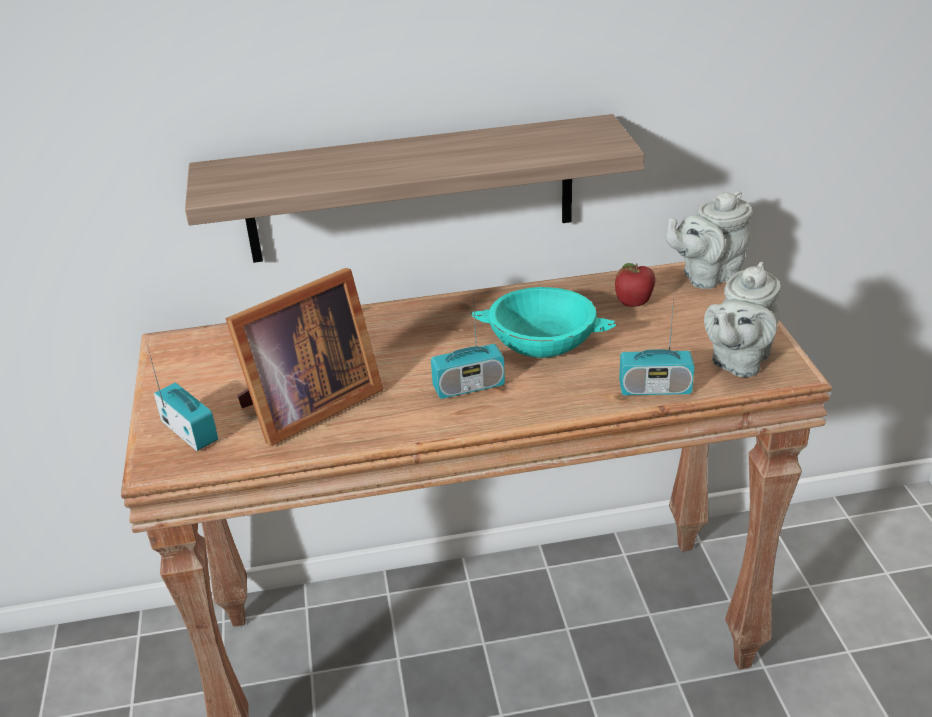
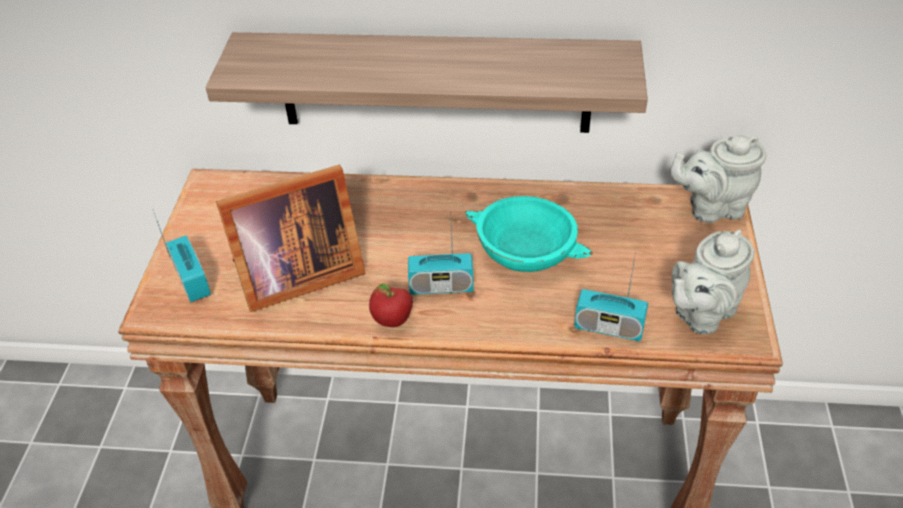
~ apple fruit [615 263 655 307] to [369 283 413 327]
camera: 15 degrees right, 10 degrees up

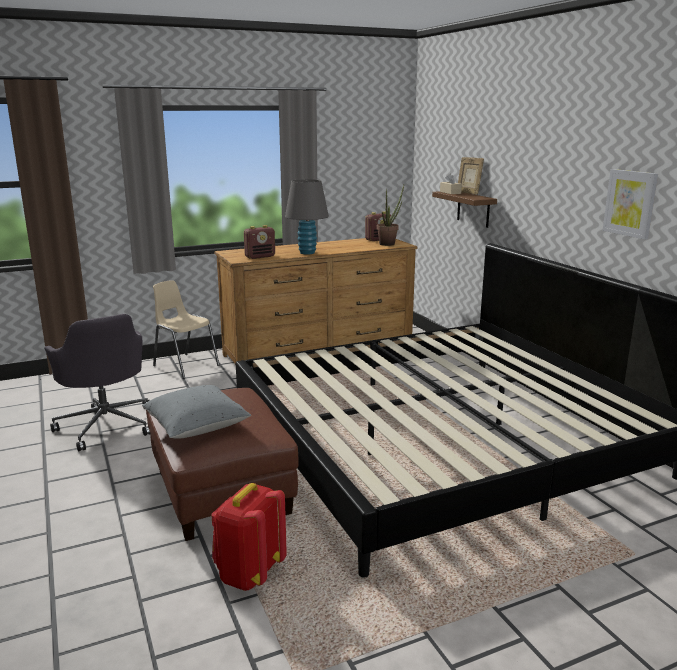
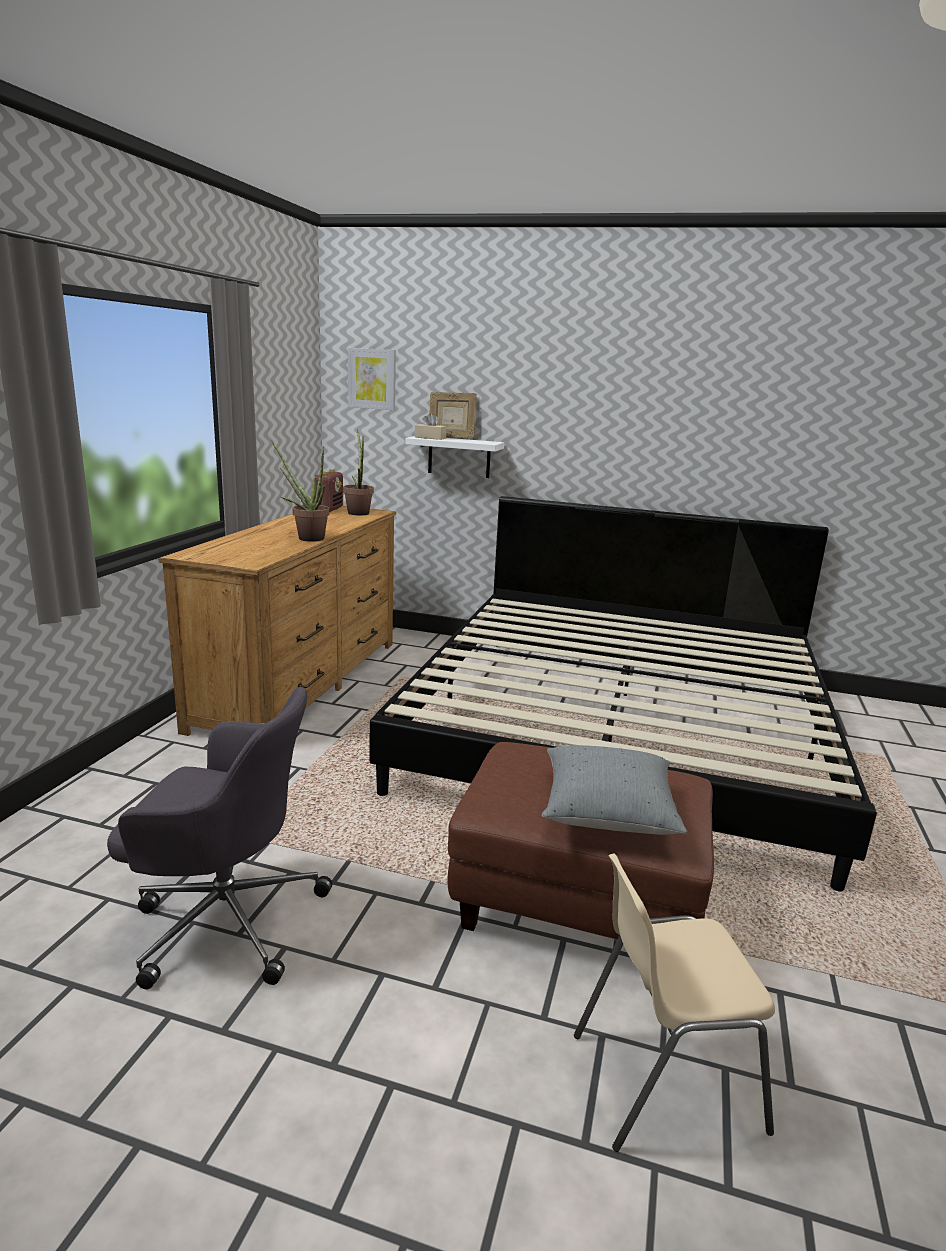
- reddish rucksack [211 483 287 591]
- radio receiver [244 225 275 259]
~ beige-coloured upright chair [153 280 220 379] to [574 853 775 1152]
~ picture [603 169 658 239] to [348 348 396 410]
~ greyish tabletop lamp [285 179 329 255] to plant in a pot [271 440 329 542]
~ brown bracket shelf [432 191 497 228] to white-coloured bracket shelf [405 436 504 478]
camera: 50 degrees left, 0 degrees up

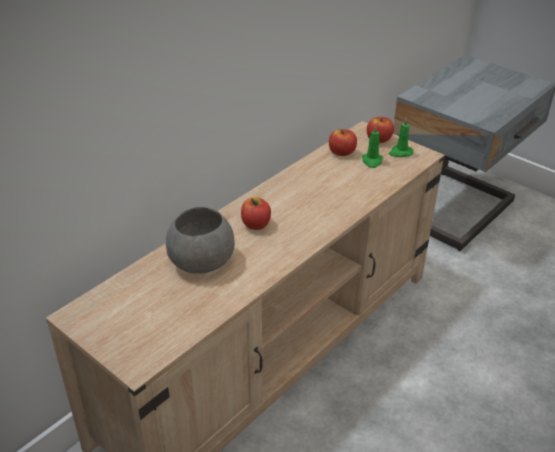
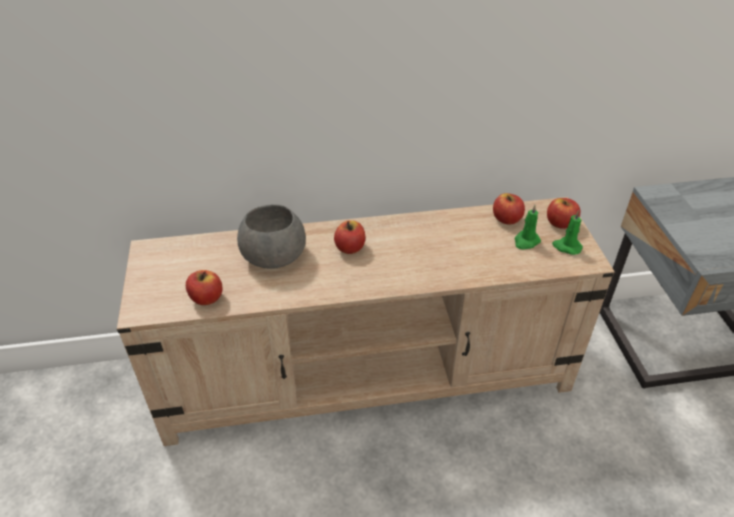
+ apple fruit [186 270 222 305]
camera: 40 degrees right, 5 degrees up

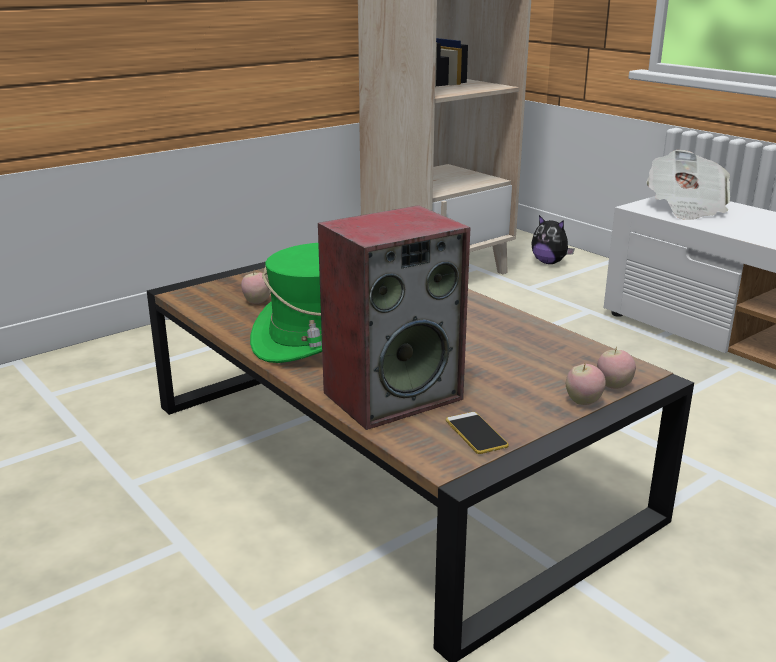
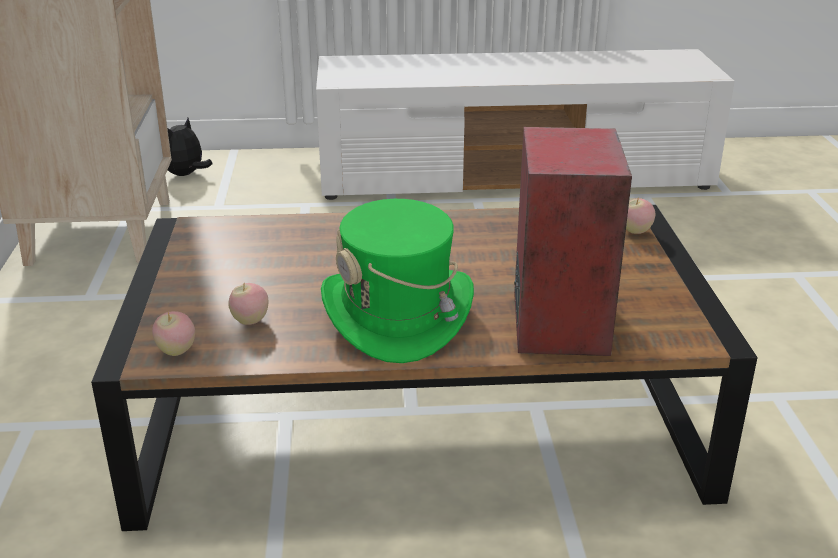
- handset [446 412 509 454]
- daily paper [647 150 730 220]
~ apple fruit [566 364 606 405] to [152 311 195 356]
~ cuddly toy [531 215 574 264] = [167 118 212 176] 135 degrees clockwise
camera: 55 degrees left, 5 degrees up

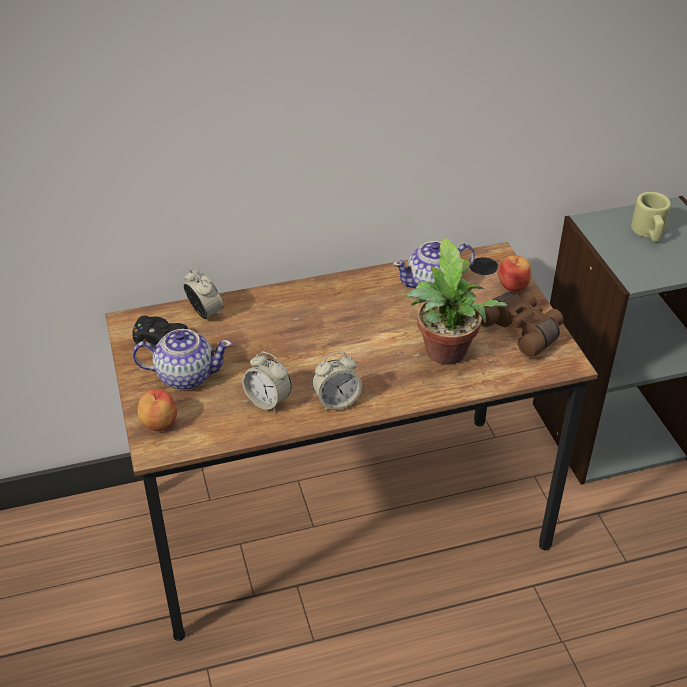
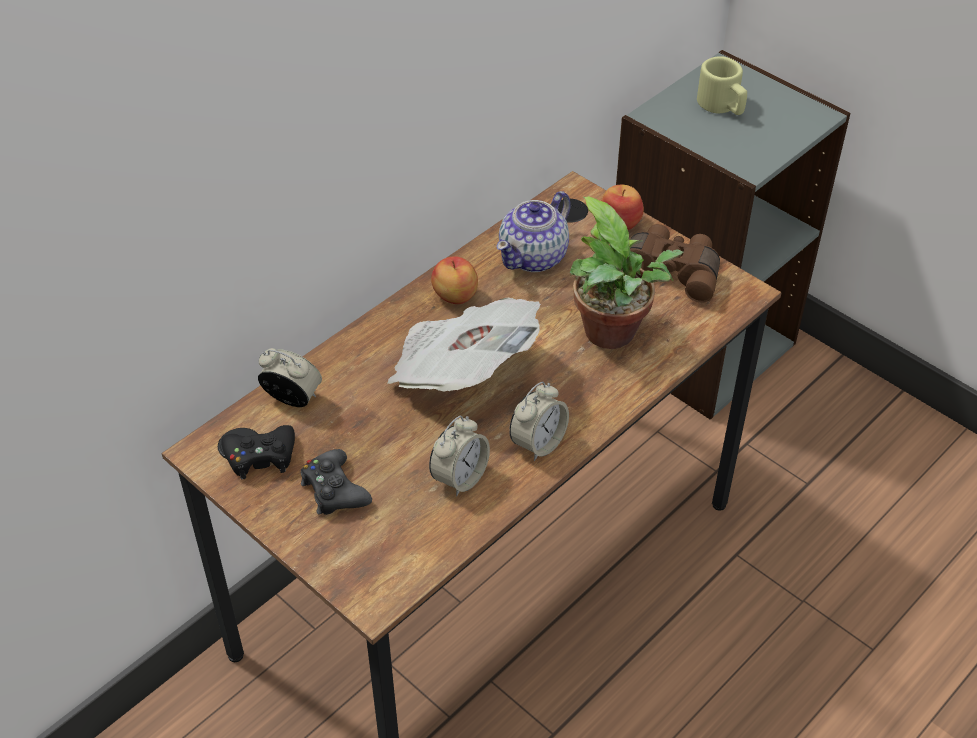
+ daily paper [387 298 541 392]
~ apple fruit [138 389 177 431] to [431 256 478 304]
~ teapot [132 329 232 390] to blackish game controller [301 449 372 515]
~ bedside clock [242 351 291 412] = [429 416 490 496] 60 degrees counterclockwise
camera: 30 degrees left, 5 degrees up

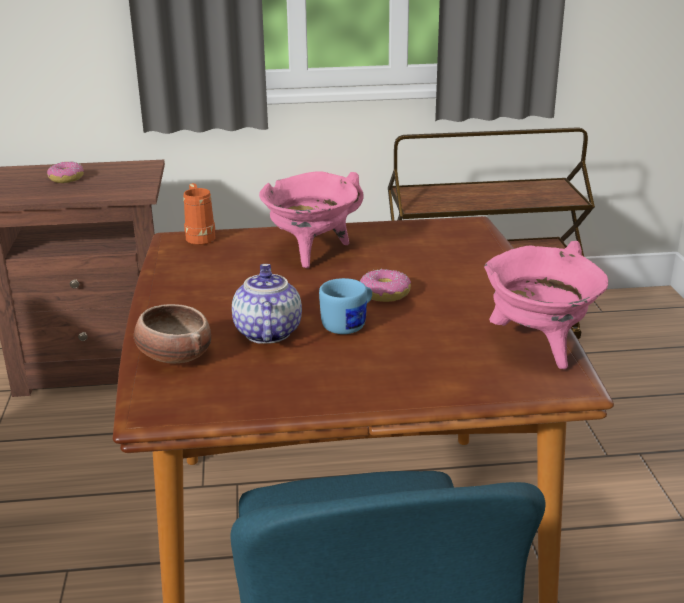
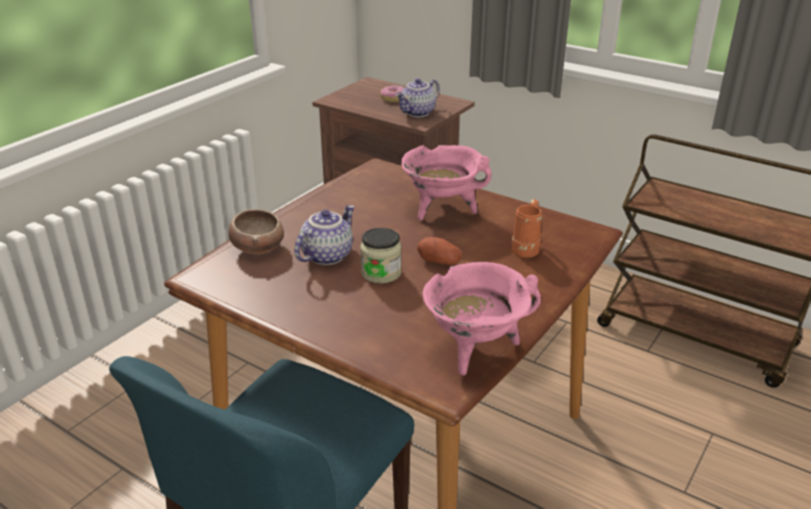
+ teapot [396 78 440 117]
~ orange-coloured tea mug [184 183 216 245] to [511 199 542 258]
~ blue-coloured tea mug [319 278 372 334] to jar [360 228 402 284]
~ donut [360 269 411 302] to whole potato [417 237 462 265]
camera: 40 degrees right, 5 degrees up

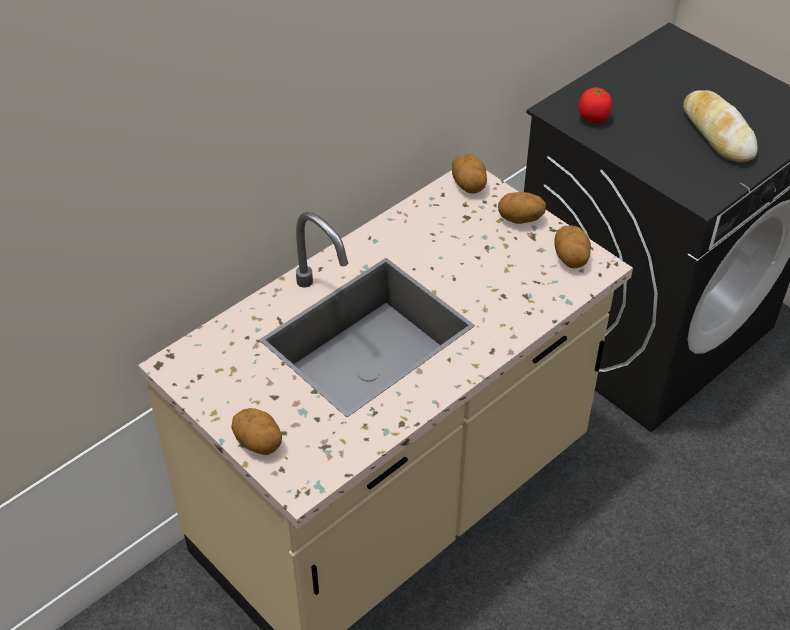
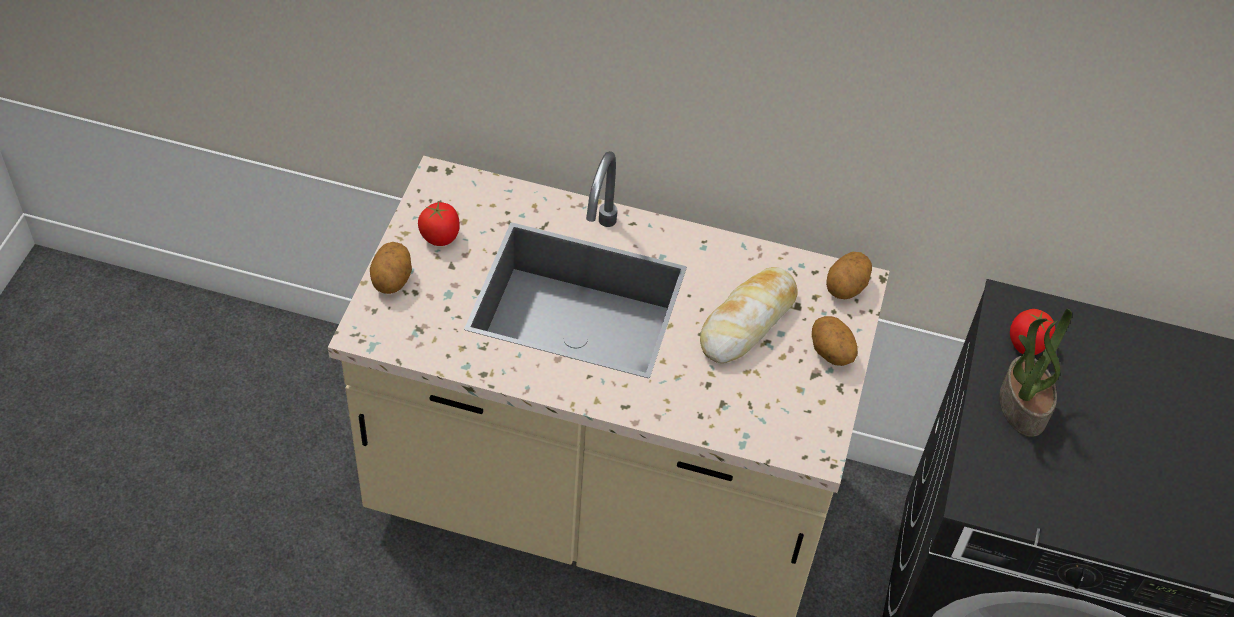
- whole potato [555 226 591 269]
+ whole tomato [418 202 460 246]
+ plant in a pot [1000 309 1072 437]
~ baked bread [683 90 758 163] to [700 267 798 363]
camera: 55 degrees right, 5 degrees up

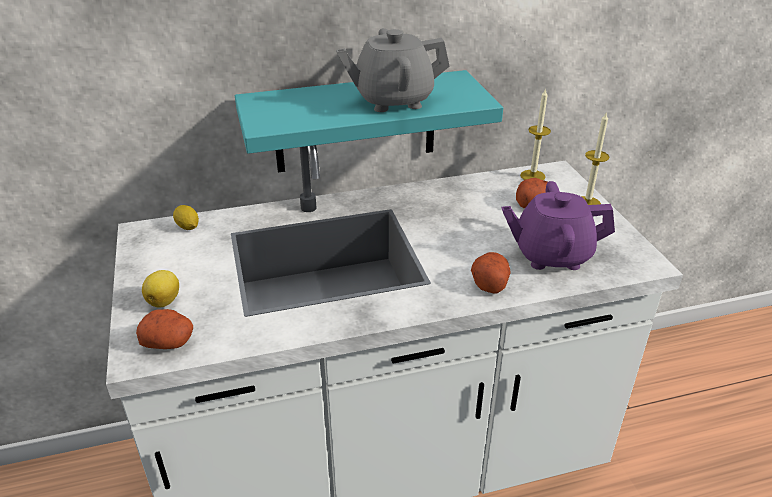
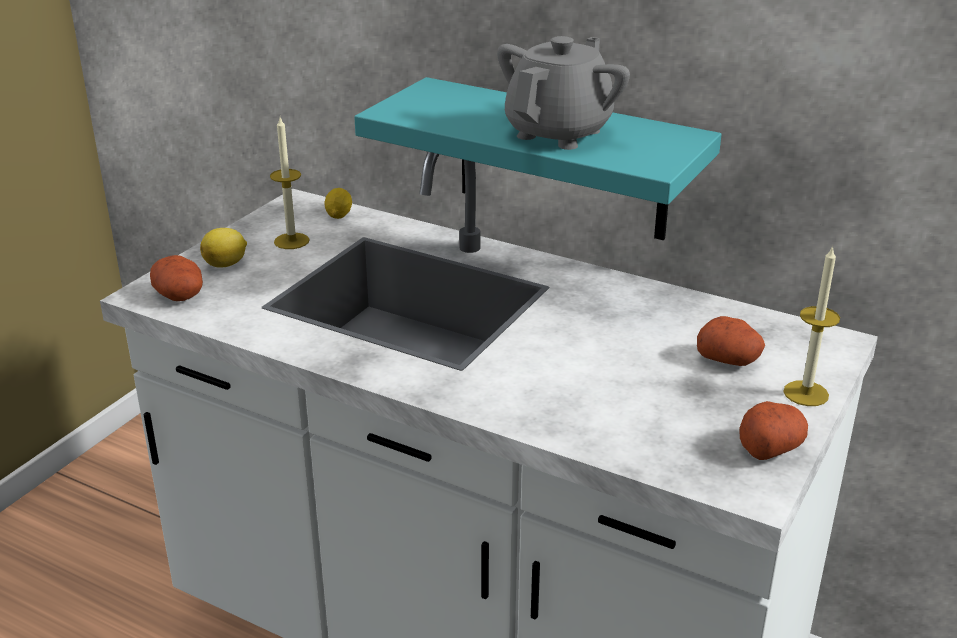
- purplish teapot [502 181 615 270]
~ whole potato [471 252 511 293] to [740 401 808 460]
~ wax light [520 88 551 180] to [270 117 310 249]
~ greyish teapot [336 28 450 112] = [497 36 630 150] 90 degrees clockwise
camera: 45 degrees right, 5 degrees down

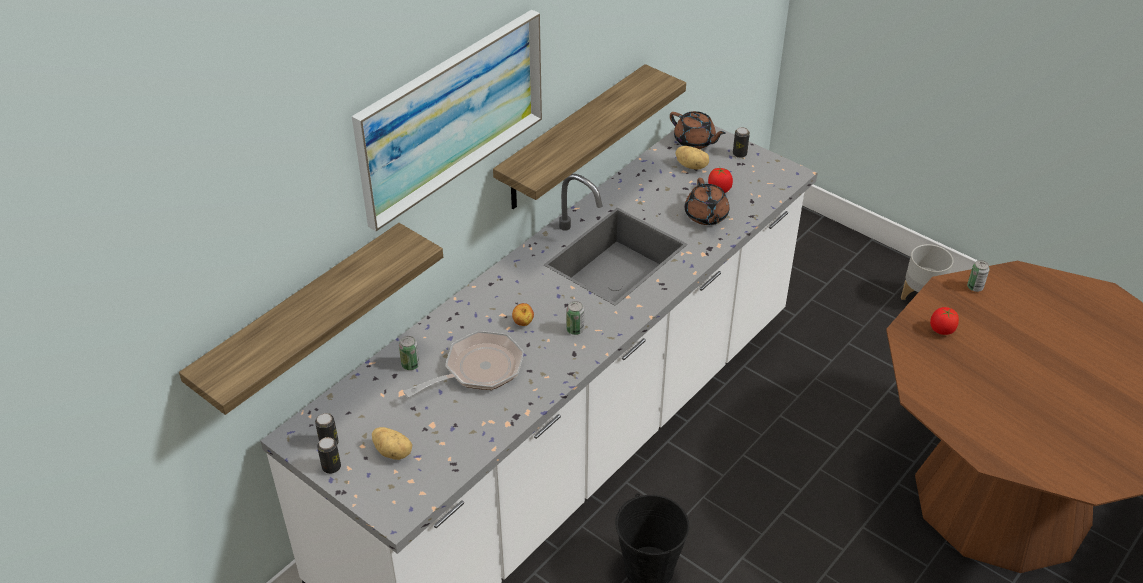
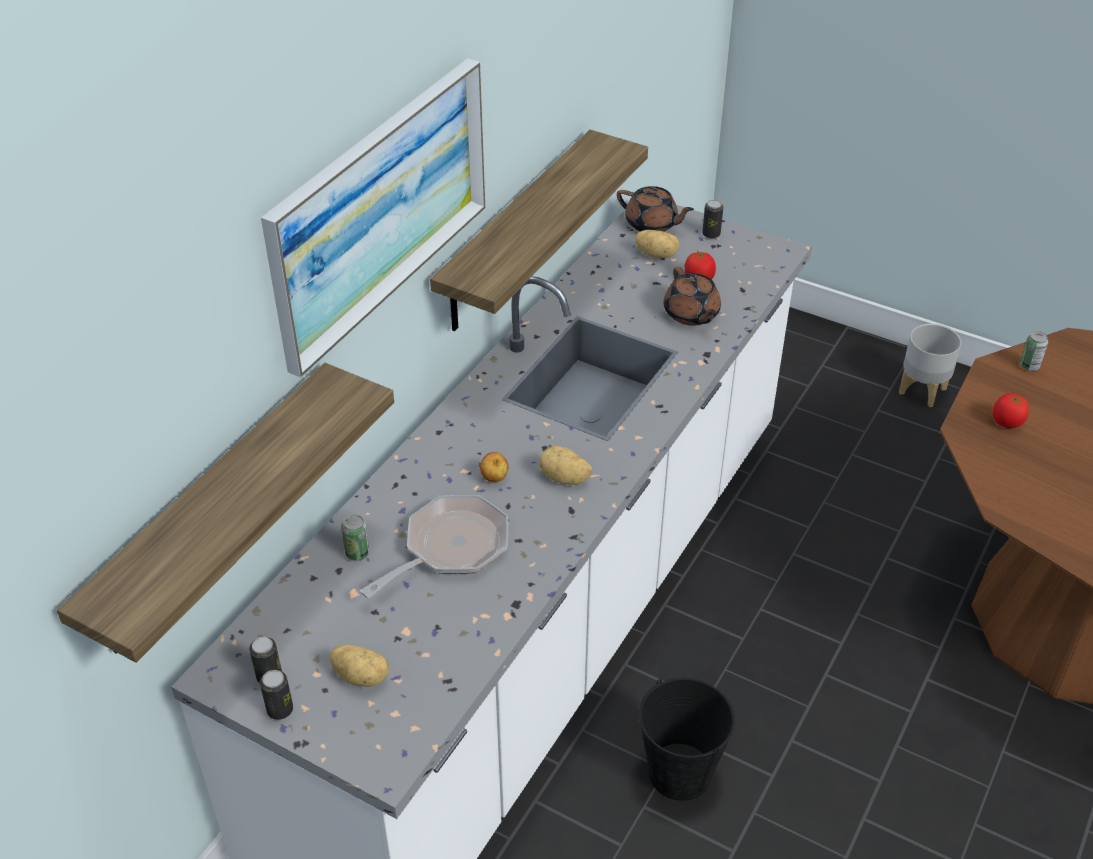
~ metal can [566 301 584 335] to whole potato [539 446 592 485]
camera: 10 degrees left, 0 degrees up

